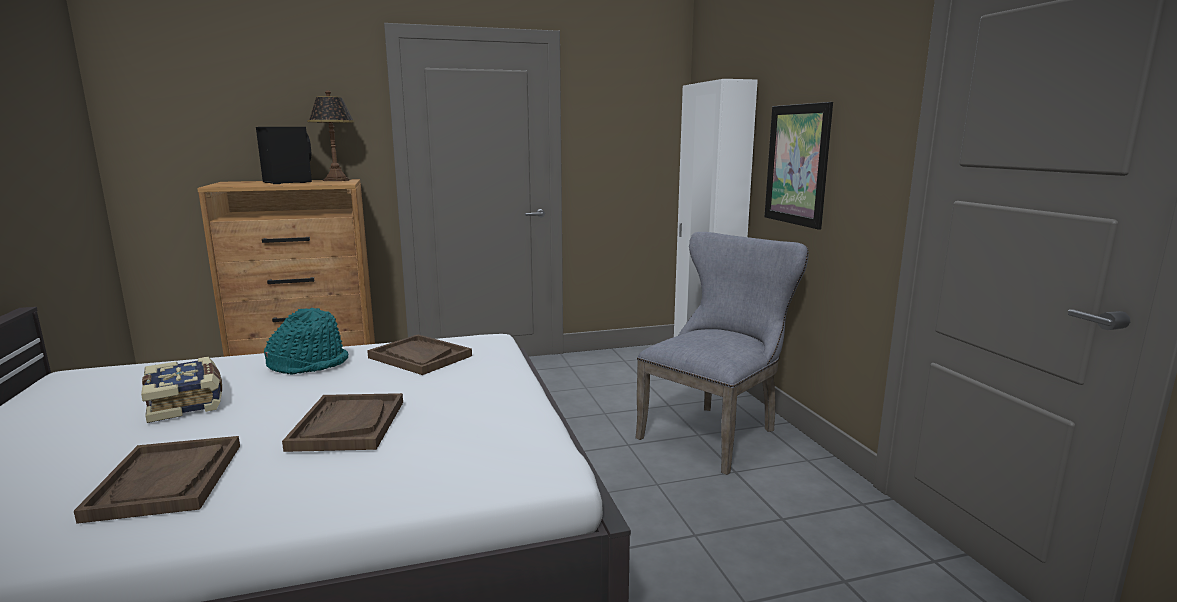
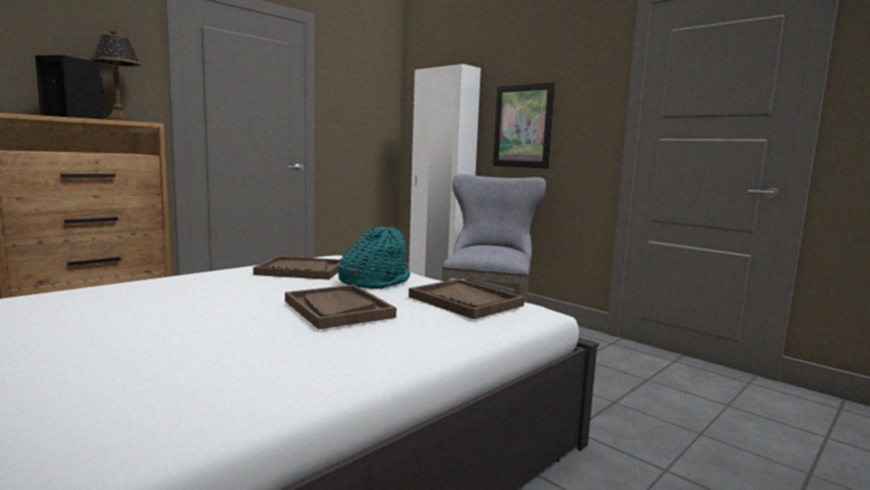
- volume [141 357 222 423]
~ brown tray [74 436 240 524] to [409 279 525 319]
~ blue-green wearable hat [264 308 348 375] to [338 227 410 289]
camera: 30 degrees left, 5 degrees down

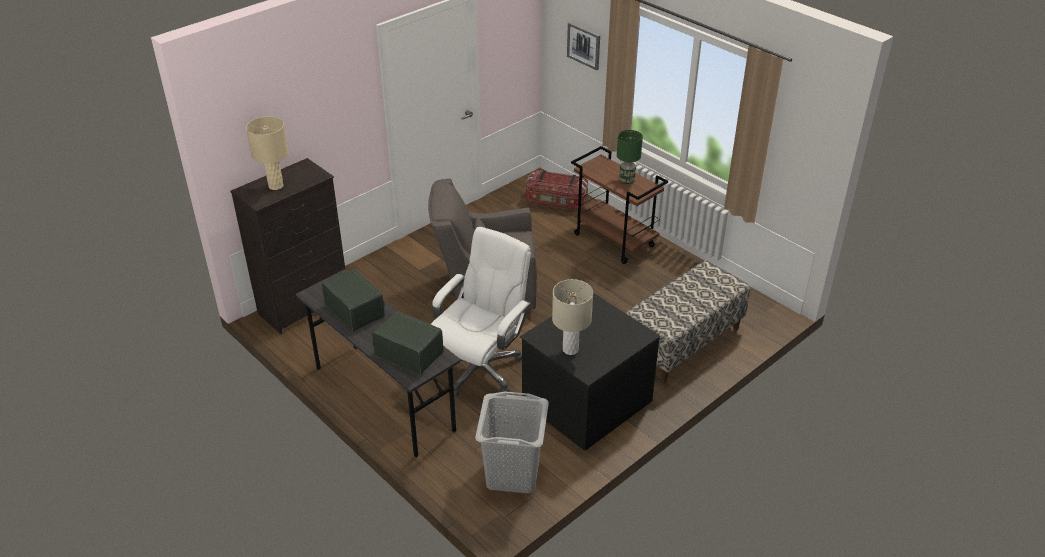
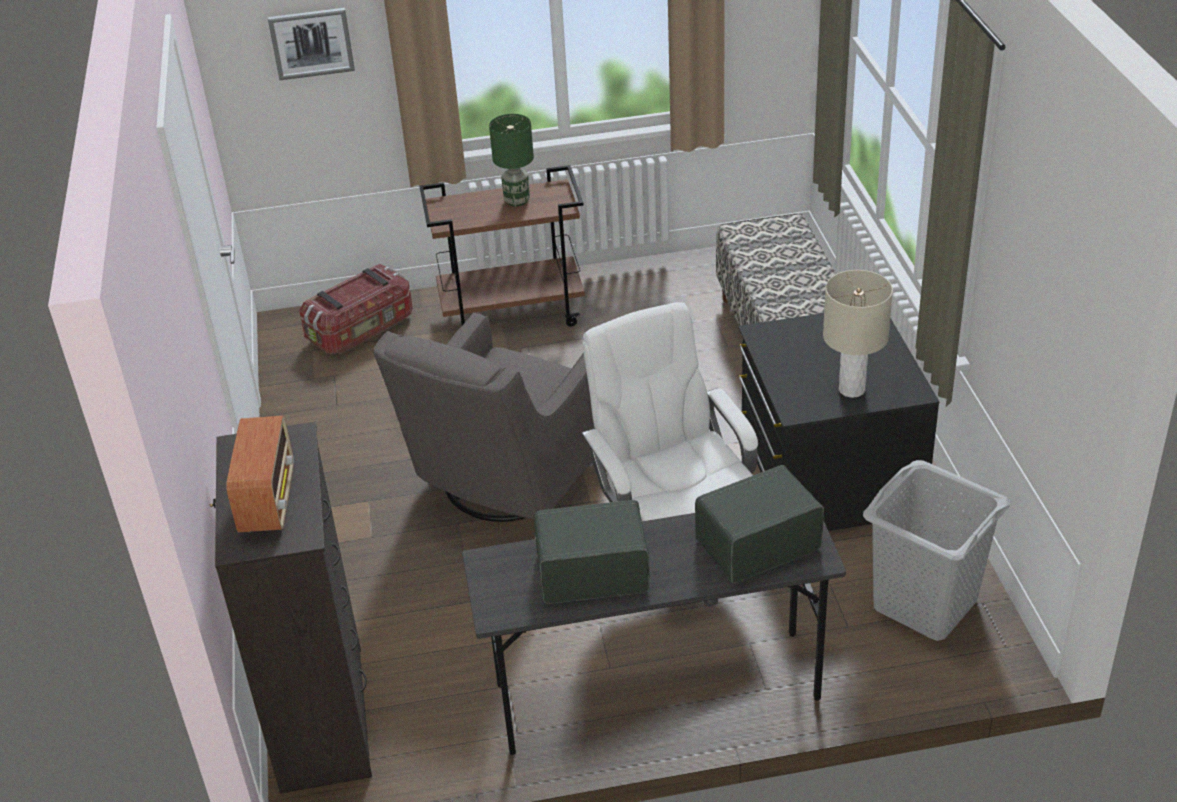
~ beige-coloured tabletop lamp [246 116 289 190] to radio receiver [226 416 294 533]
camera: 55 degrees left, 0 degrees up

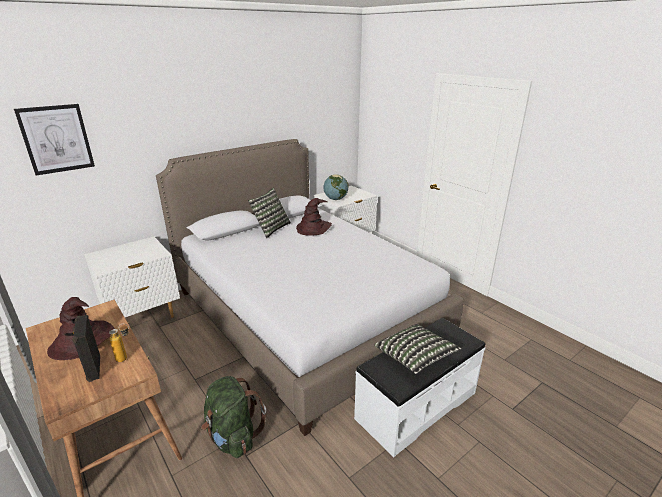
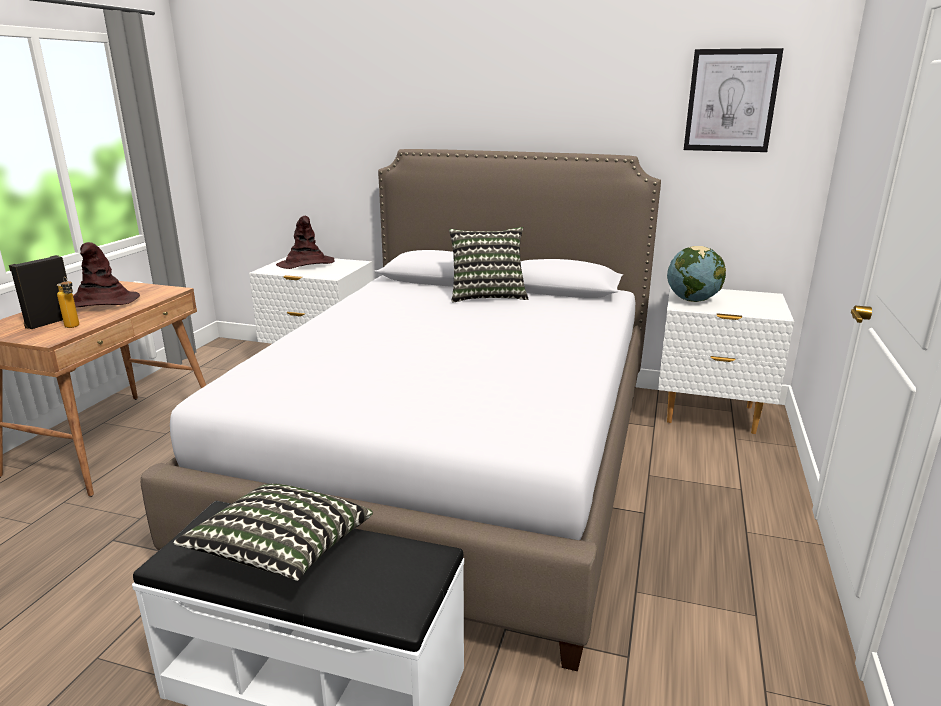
- green rucksack [201 376 266 458]
~ picture [14 104 95 176] to [684 48 784 152]
~ brown wearable hat [296 198 332 236] to [276 216 335 269]
camera: 55 degrees right, 5 degrees down

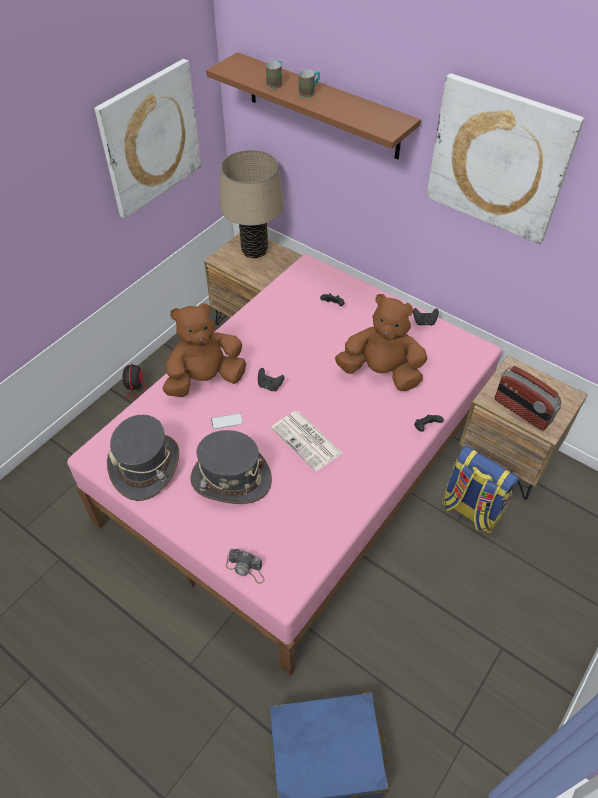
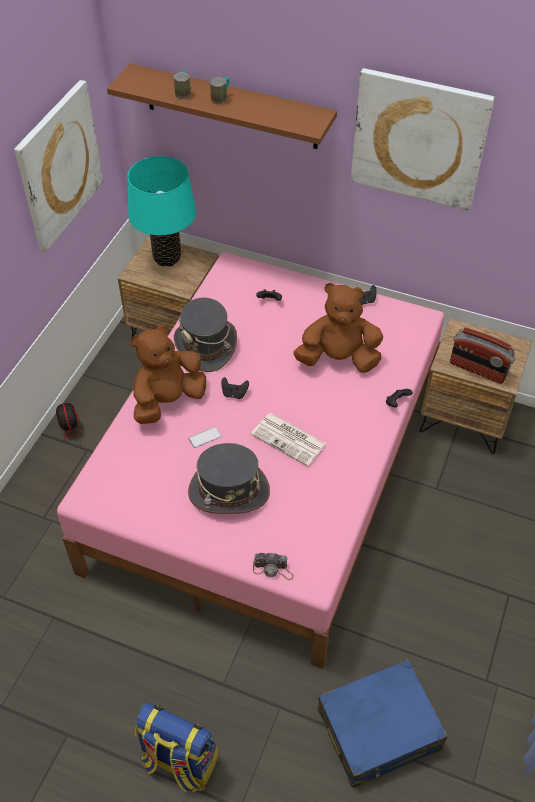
~ greyish wearable hat [107 415 179 501] to [174 298 237 372]
~ rucksack [442 445 520 533] to [135 702 218 792]
~ beige-coloured tabletop lamp [220 150 284 259] to blue-green tabletop lamp [127 156 196 266]
camera: 15 degrees left, 0 degrees up

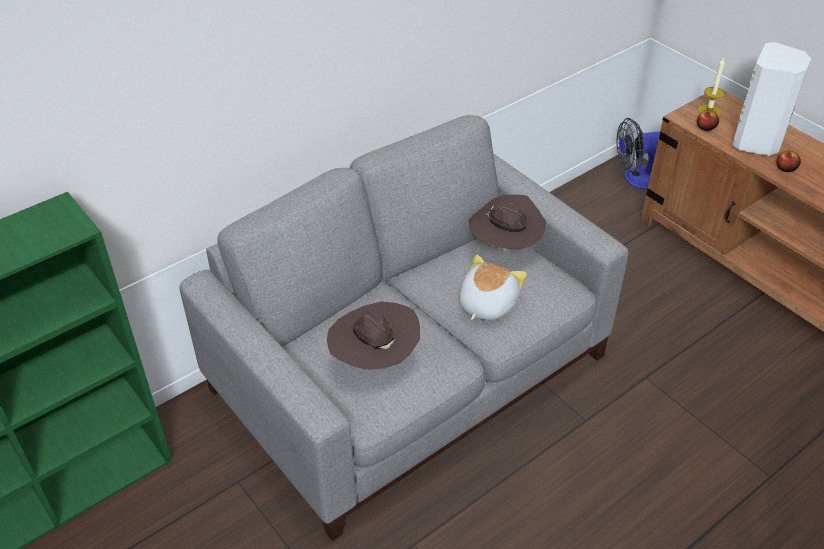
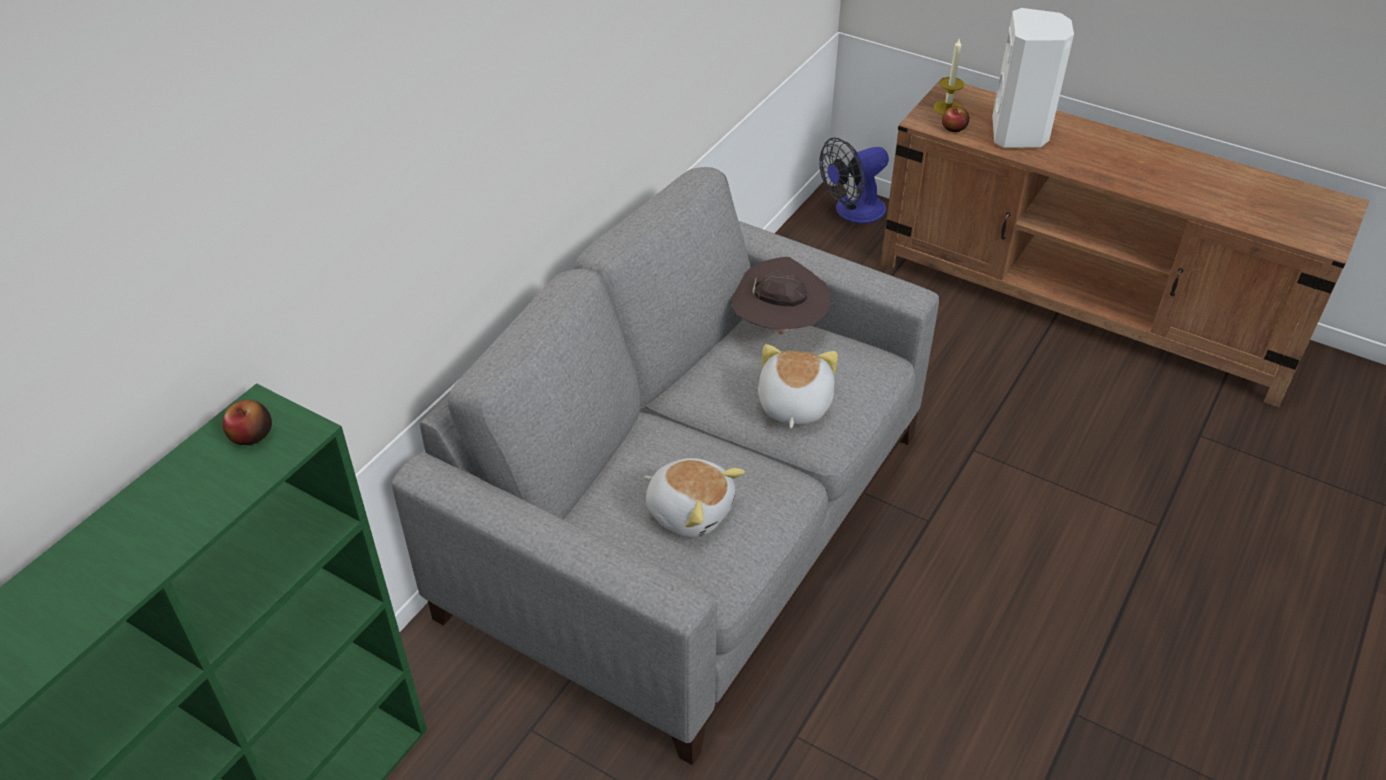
~ apple fruit [776 151 801 172] to [222 400 272 445]
~ brown wearable hat [327 301 420 370] to cuddly toy [644 458 745 538]
camera: 20 degrees left, 0 degrees up

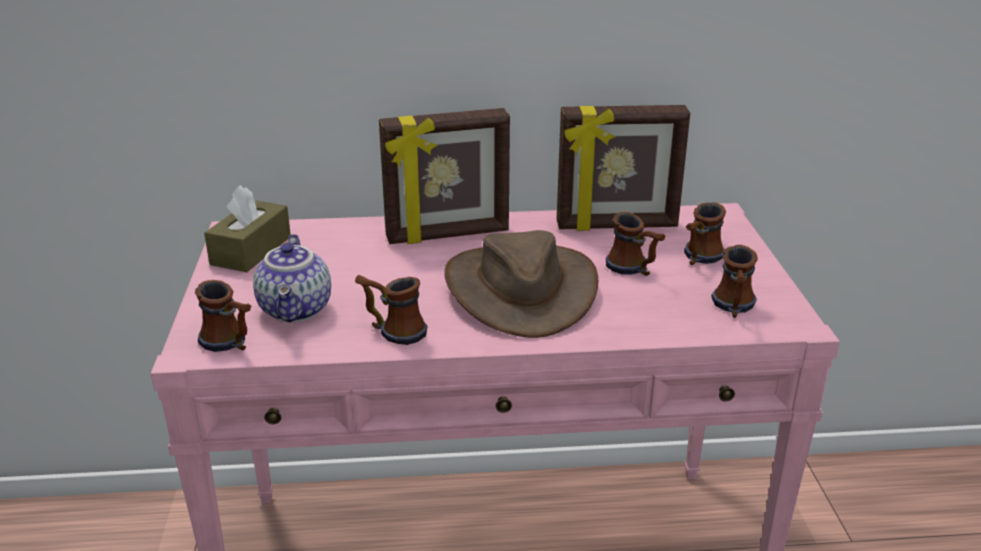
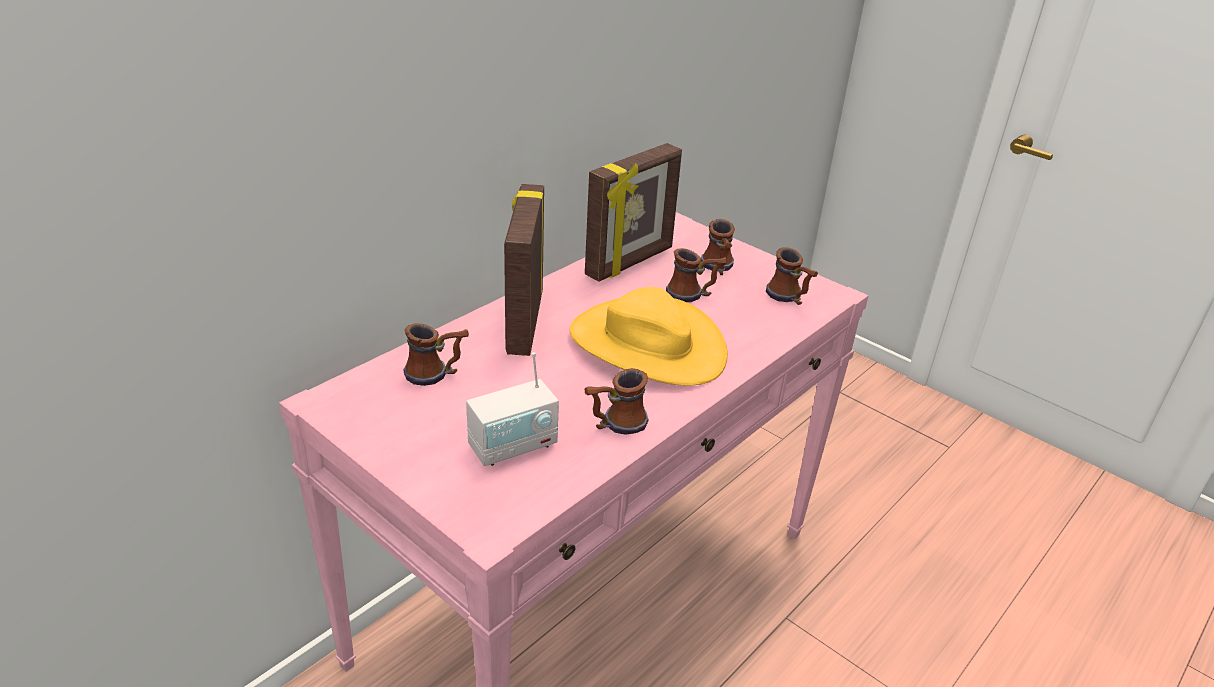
- brown tissue box [204 185 291 272]
~ tea mug [195 280 251 352] to [404 323 469 386]
~ teapot [253 234 331 322] to radio receiver [466 352 559 466]
~ brown wearable hat [444 230 598 338] to yellow wearable hat [570 287 728 386]
~ standing frame [379 108 510 244] = [504 184 544 356] 150 degrees clockwise
camera: 45 degrees left, 5 degrees up

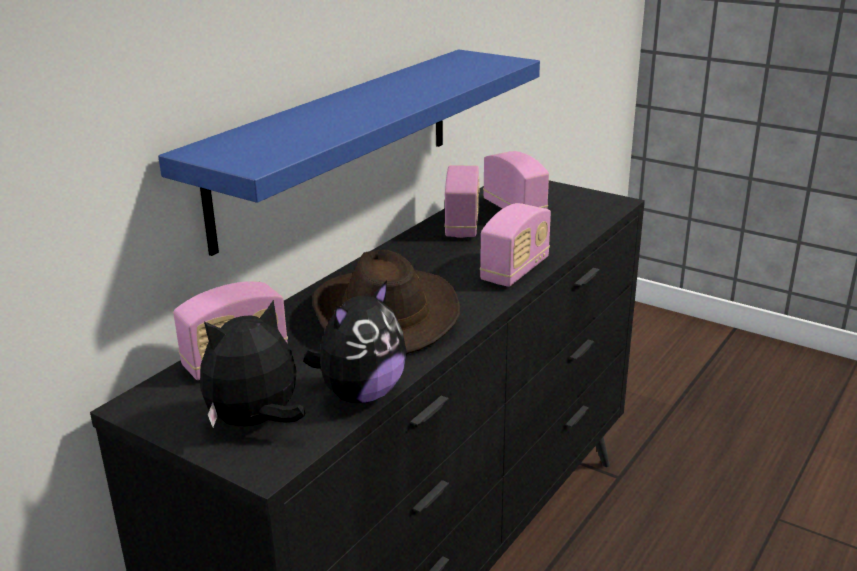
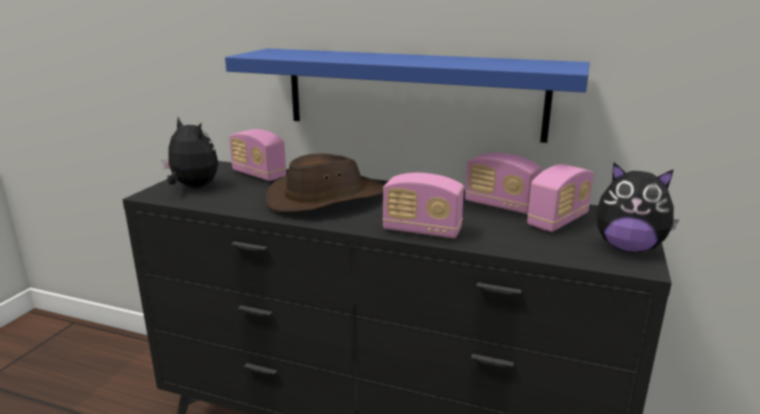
~ cuddly toy [303 280 407 403] to [596 163 679 253]
~ radio receiver [444 165 480 238] = [465 153 541 214] 45 degrees clockwise
camera: 75 degrees right, 5 degrees down

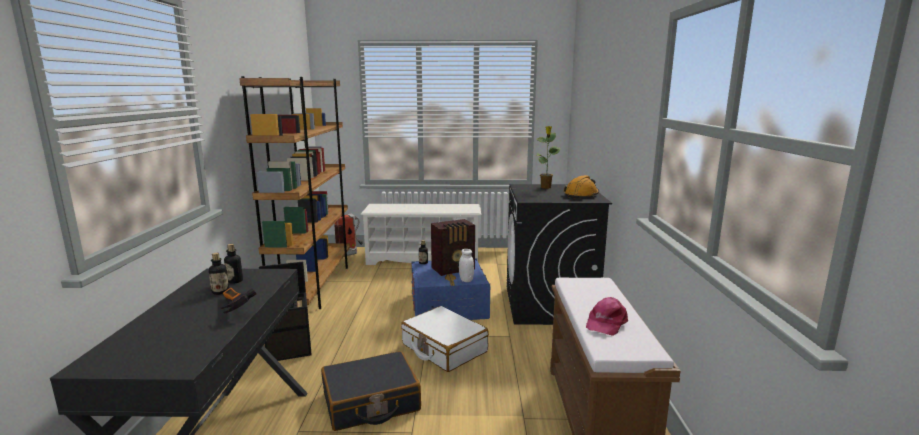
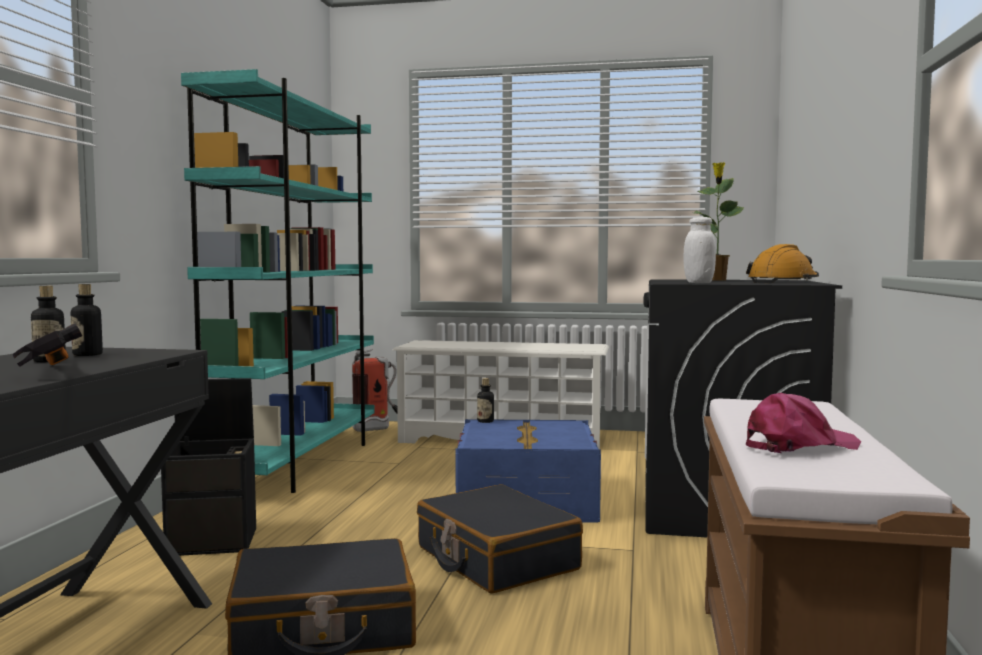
- radio receiver [431 219 475 276]
~ white-coloured jar [459 249 474 282] to [684 217 716 283]
~ brown bookshelf [239 76 350 309] to blue-green bookshelf [181 69 375 493]
~ white-coloured travel case [401 306 489 372] to blackish travel case [417 484 583 594]
~ pink cap [586 297 628 336] = [745 393 861 453] 150 degrees counterclockwise
camera: 10 degrees right, 10 degrees down

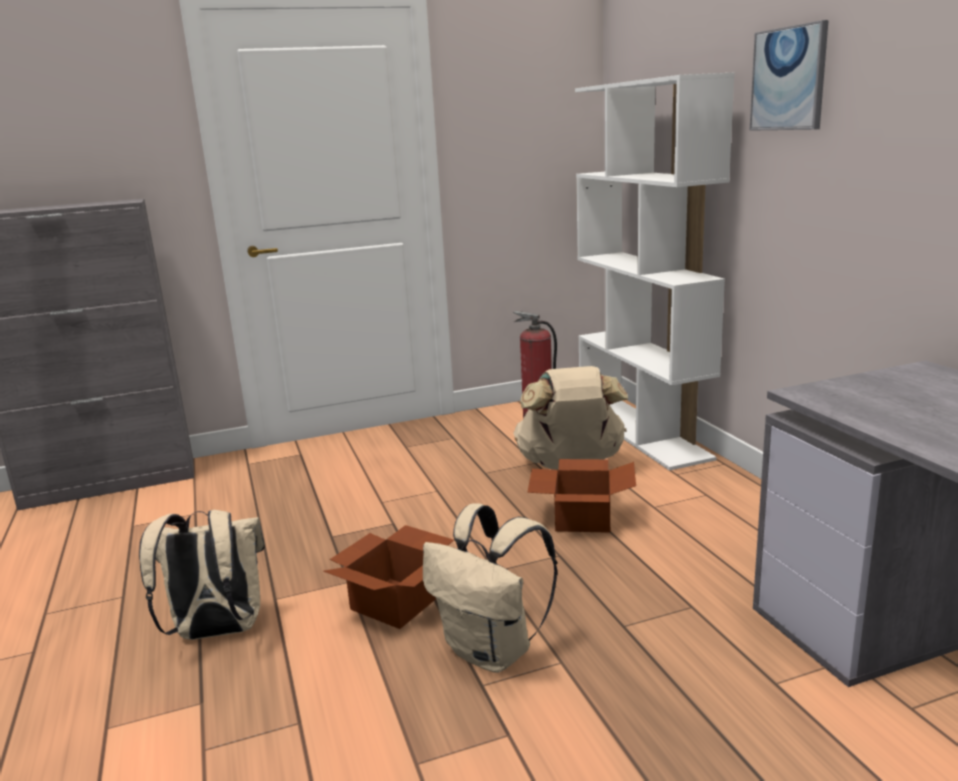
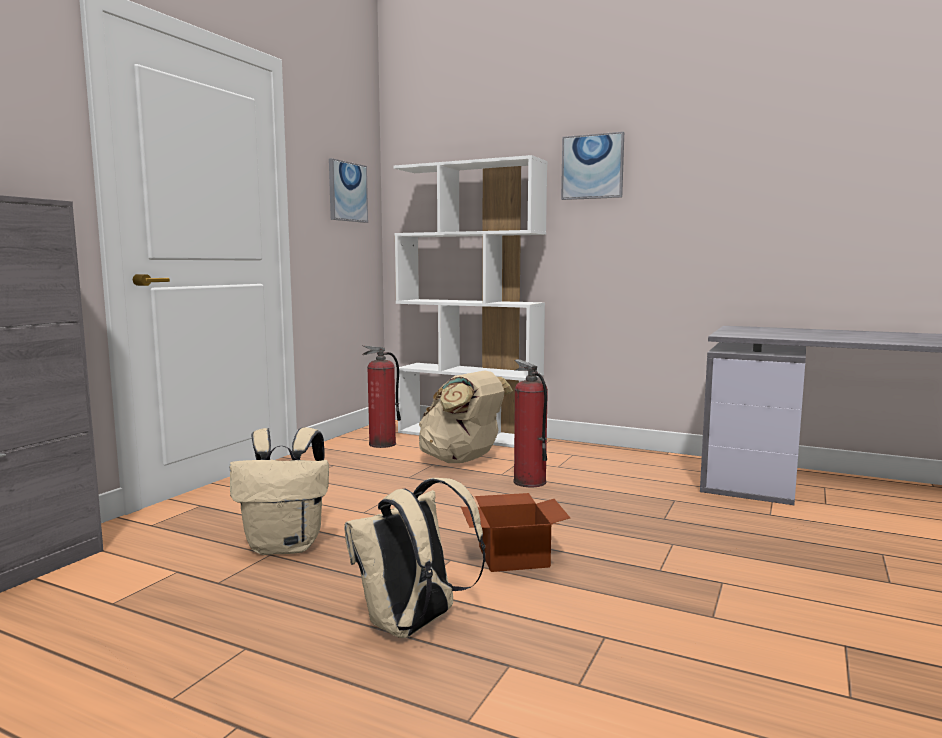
+ picture [329 158 368 223]
~ beige-coloured rucksack [423 503 557 673] to [230 427 329 555]
~ packing box [527 459 636 533] to fire-fighting cylinder [513 359 548 487]
camera: 45 degrees left, 10 degrees down

